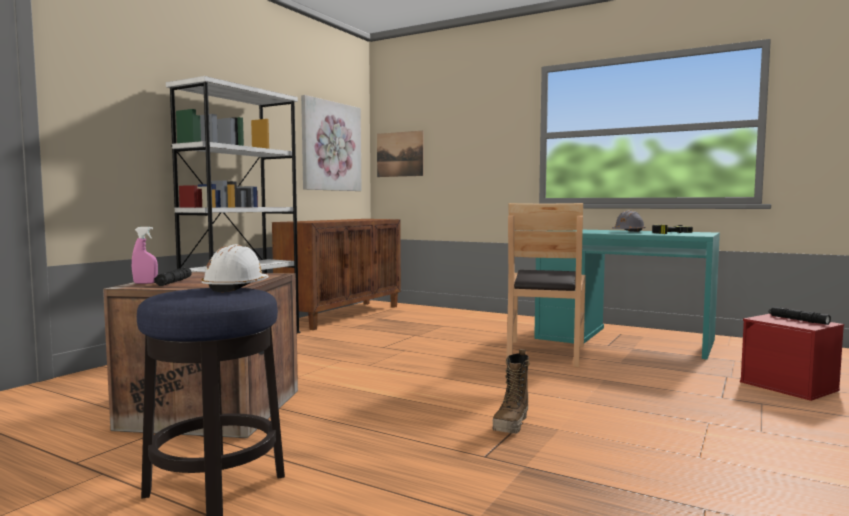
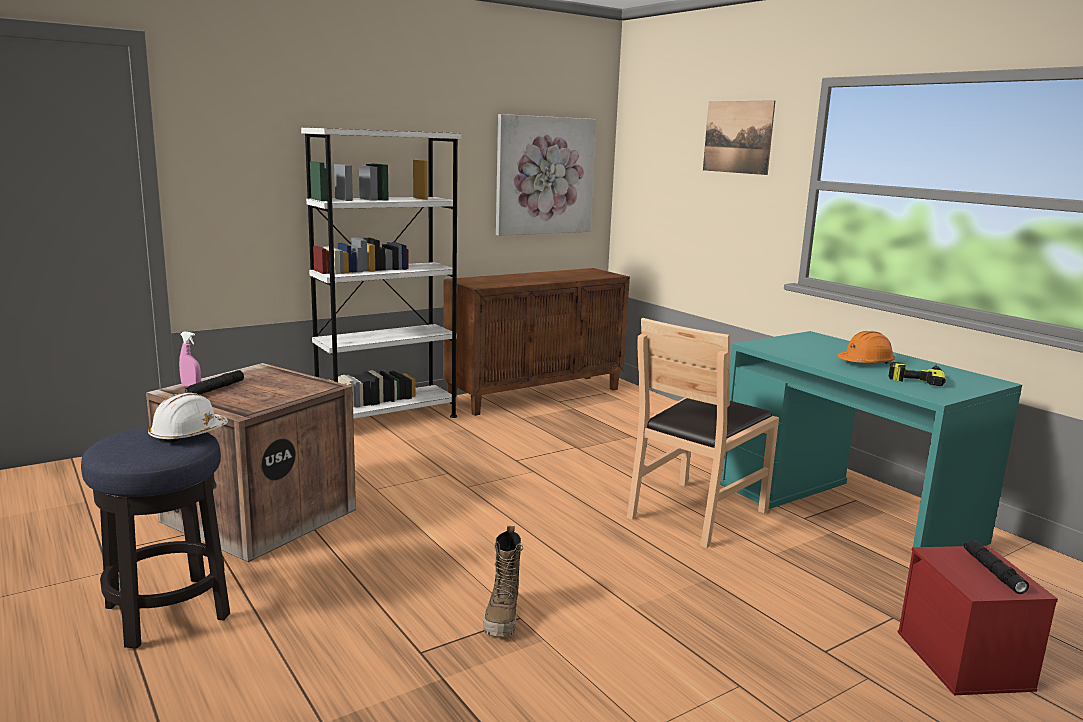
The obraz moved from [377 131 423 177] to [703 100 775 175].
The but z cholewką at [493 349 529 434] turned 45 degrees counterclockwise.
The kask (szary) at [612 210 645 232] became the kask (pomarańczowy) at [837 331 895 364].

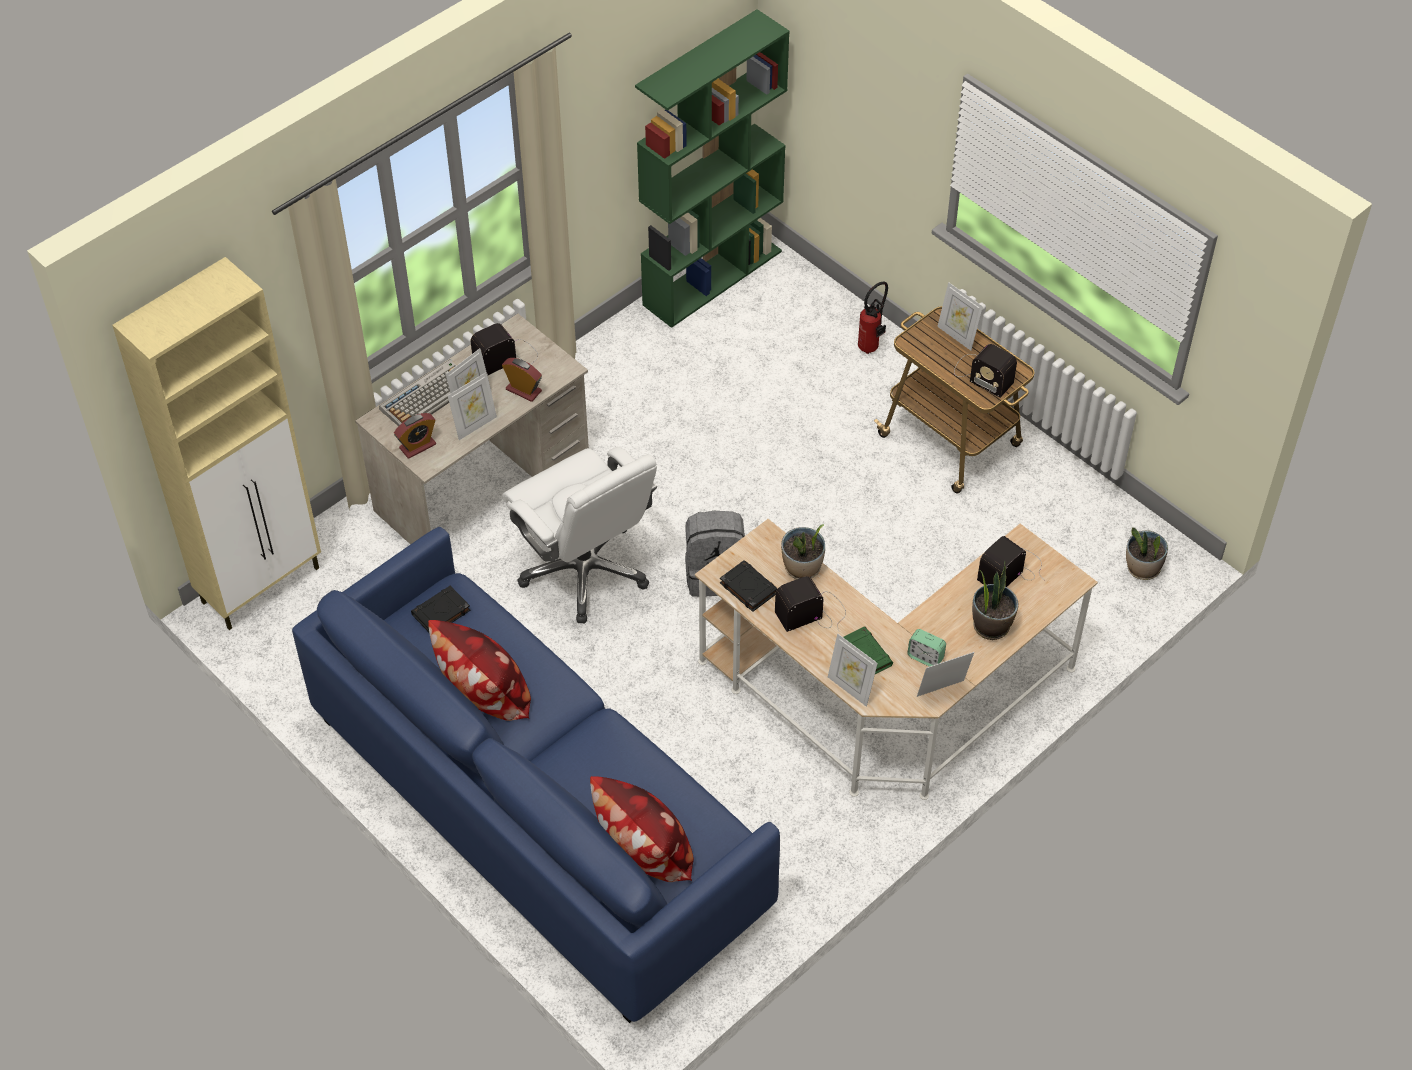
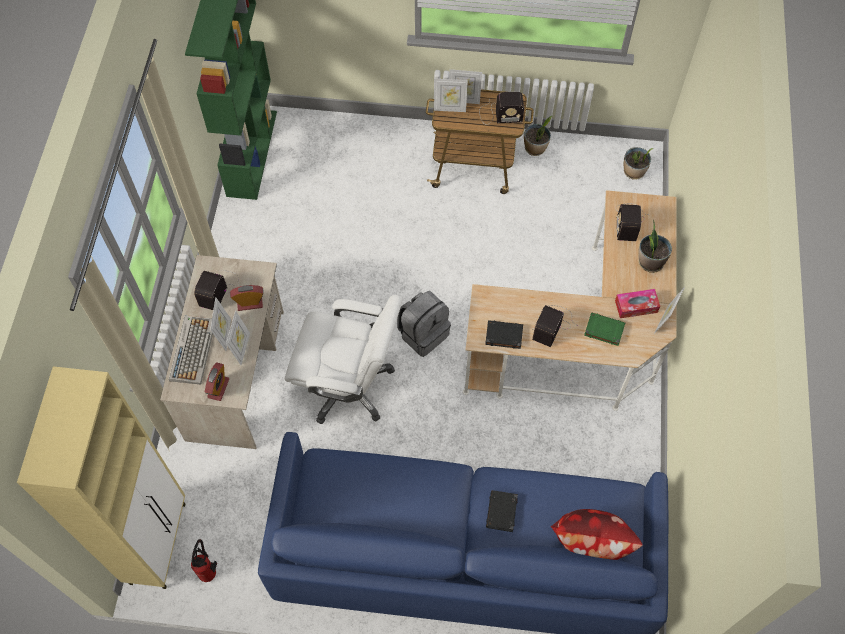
The książka (czarny) moved from [411 586 471 632] to [486 490 518 532].
The poduszka at [428 620 531 721] disappeared.
The roślina doniczkowa moved from [781 525 825 579] to [524 116 552 156].
The ramka na zdjęcie moved from [828 634 878 707] to [434 79 468 112].
The gaśnica moved from [858 282 888 354] to [191 539 217 582].
The budzik at [907 629 946 667] was replaced by the pudełko chusteczek at [615 289 660 318].

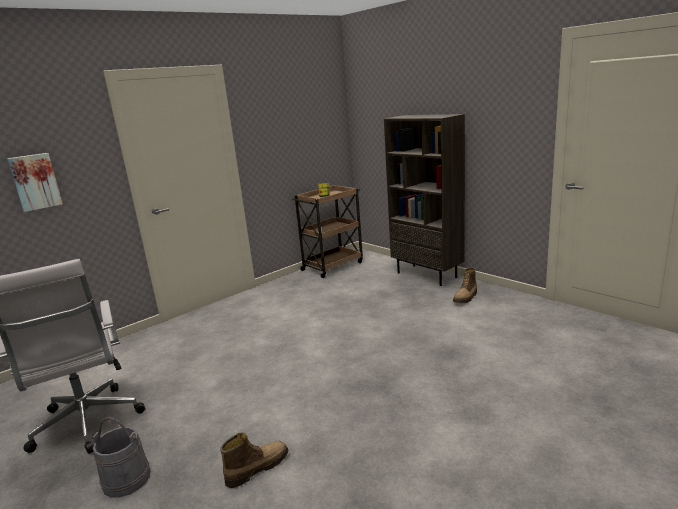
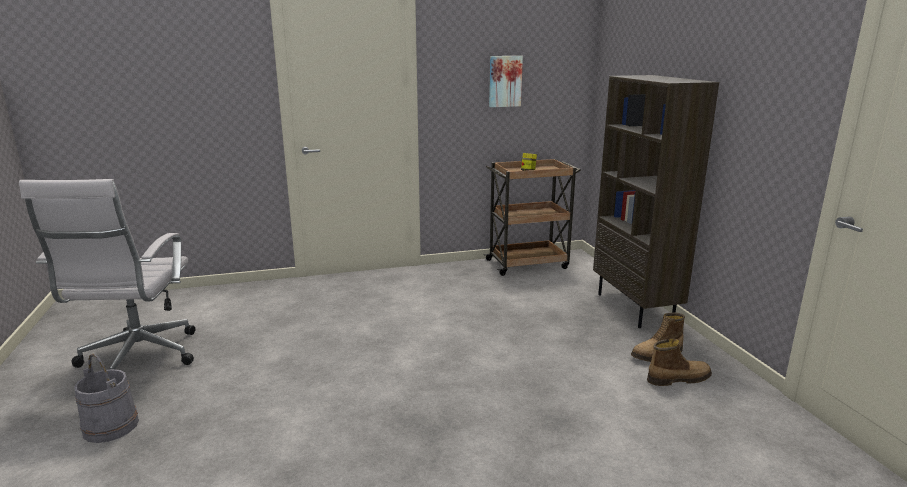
The obraz moved from [7 153 63 212] to [489 56 523 107].
The but z cholewką moved from [220 433 288 488] to [647 339 712 386].

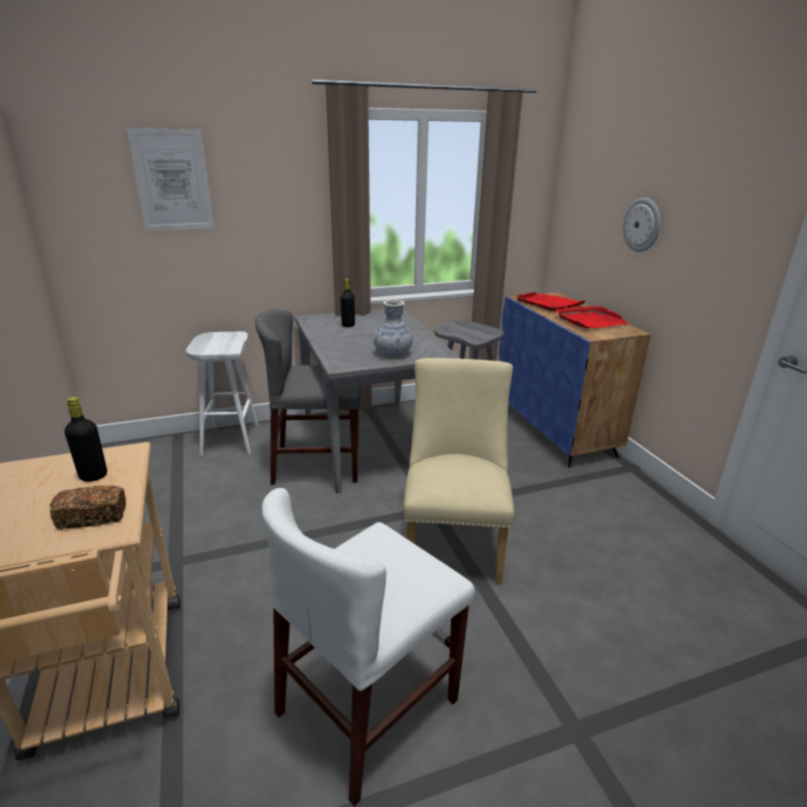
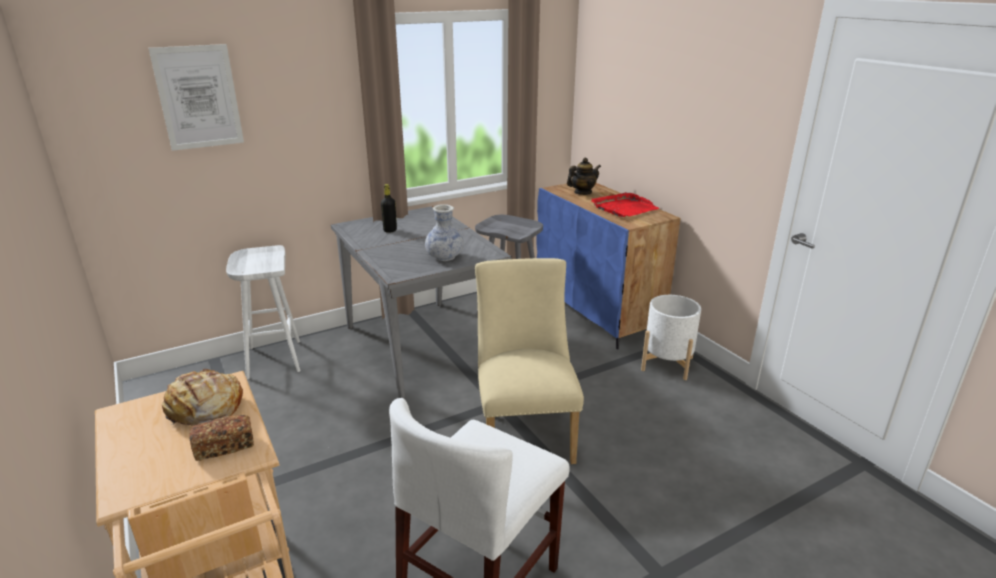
The butelka (czarny) at [65 397 107 482] was replaced by the chleb at [162 369 243 426].
The krzesło (szary) at [255 309 361 485] disappeared.
The taca (czerwony) at [516 292 588 311] was replaced by the imbryk at [567 158 601 195].
The zegar ścienny at [623 198 661 252] disappeared.
The donica (biały) at [641 295 701 380] appeared.

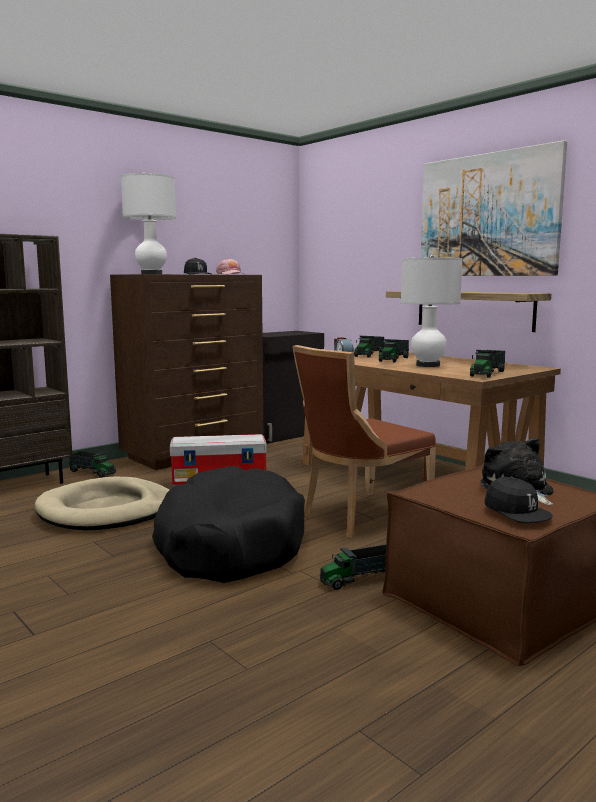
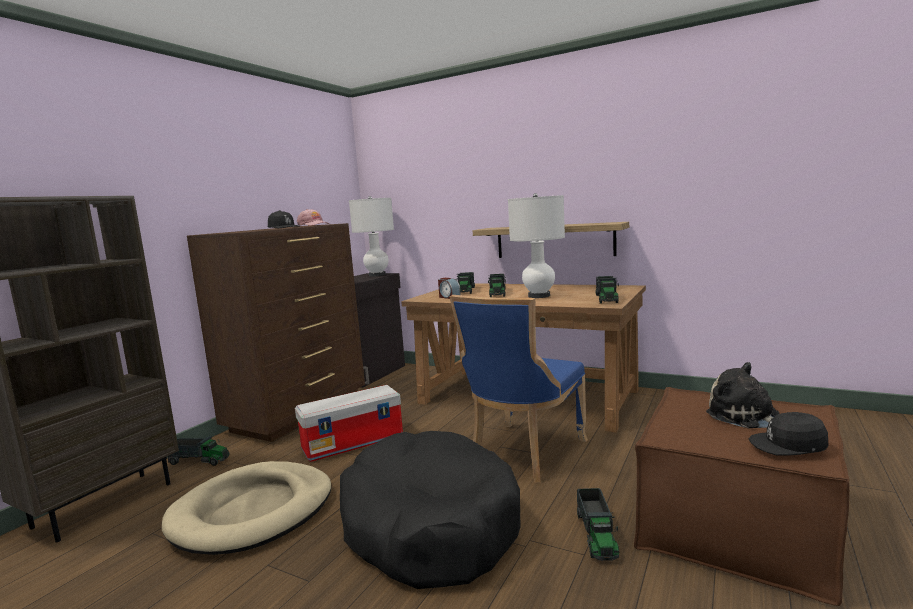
The lampa stołowa (biały) moved from [121 173 176 274] to [349 196 394 276].
The krzesło (brązowy) at [292 345 436 537] became the krzesło (niebieski) at [450 295 588 483].
The ciężarówka zabawkowa at [320 545 386 590] turned 45 degrees counterclockwise.
The obraz at [421 141 567 276] disappeared.
The czapka z daszkiem (czarny) at [484 477 553 523] turned 150 degrees clockwise.

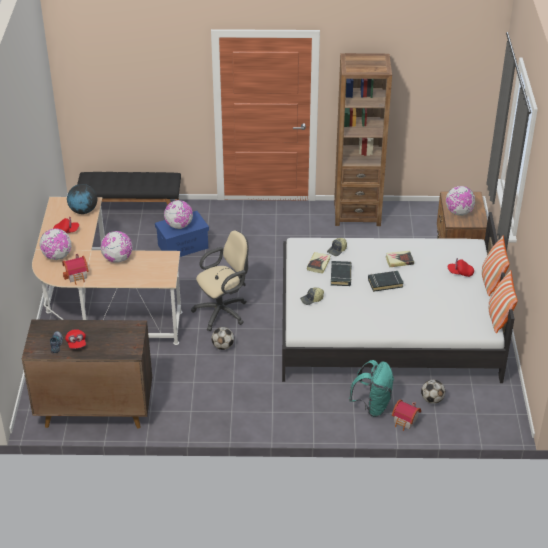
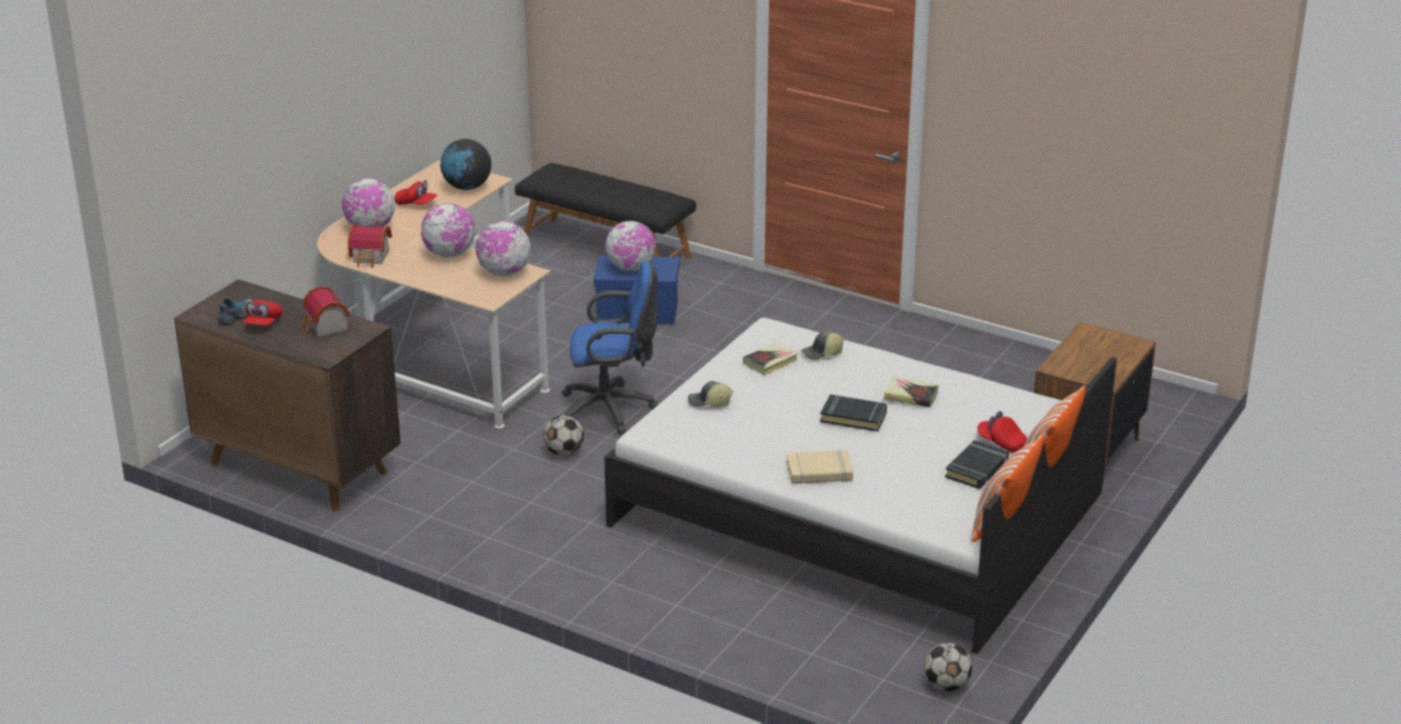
The krzesło biurowe (beżowy) at [191 231 248 331] became the krzesło biurowe (niebieski) at [561 261 658 434].
The książka (czarny) moved from [331 261 352 286] to [945 440 1009 489].
The regał (brązowy) at [334 53 392 226] disappeared.
The plecak (turkusowy) at [349 360 394 417] disappeared.
The domek moved from [392 400 421 431] to [301 286 350 337].
The piłka futbolowa moved from [421 380 445 404] to [924 642 972 691].
The globus moved from [446 186 475 216] to [476 221 531 276].
The książka (beżowy) at [787 450 853 484] appeared.

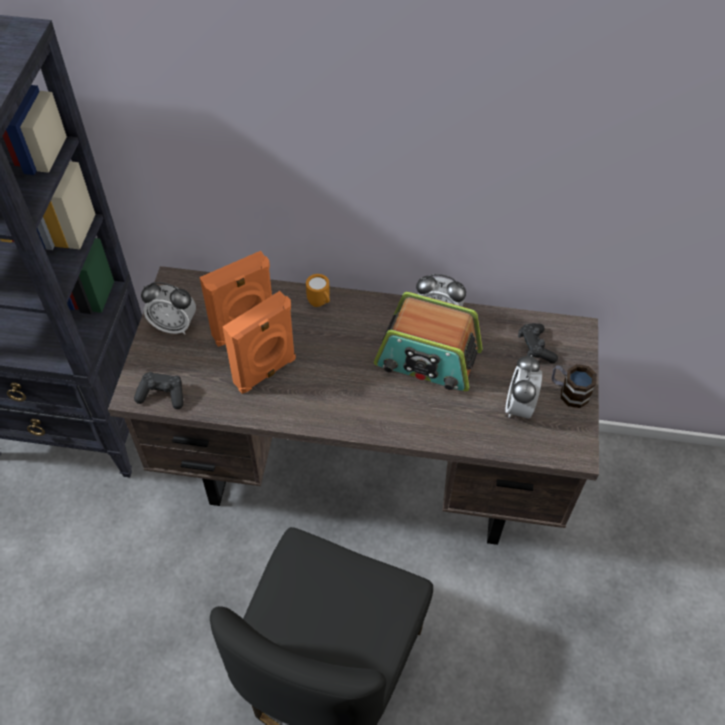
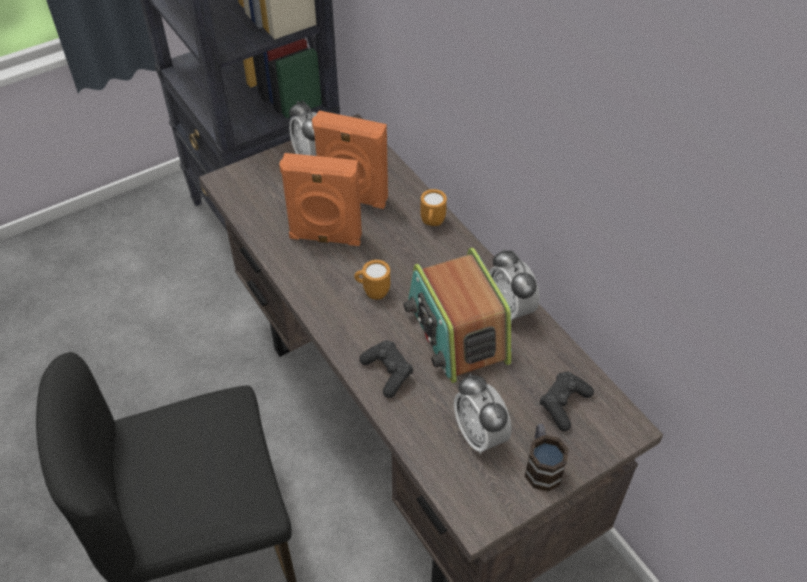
The pad do gier (czarny) moved from [134 372 183 409] to [359 340 413 398].
The budzik at [505 355 542 419] turned 90 degrees counterclockwise.
The kubek (pomarańczowy) at [354 260 390 300] appeared.

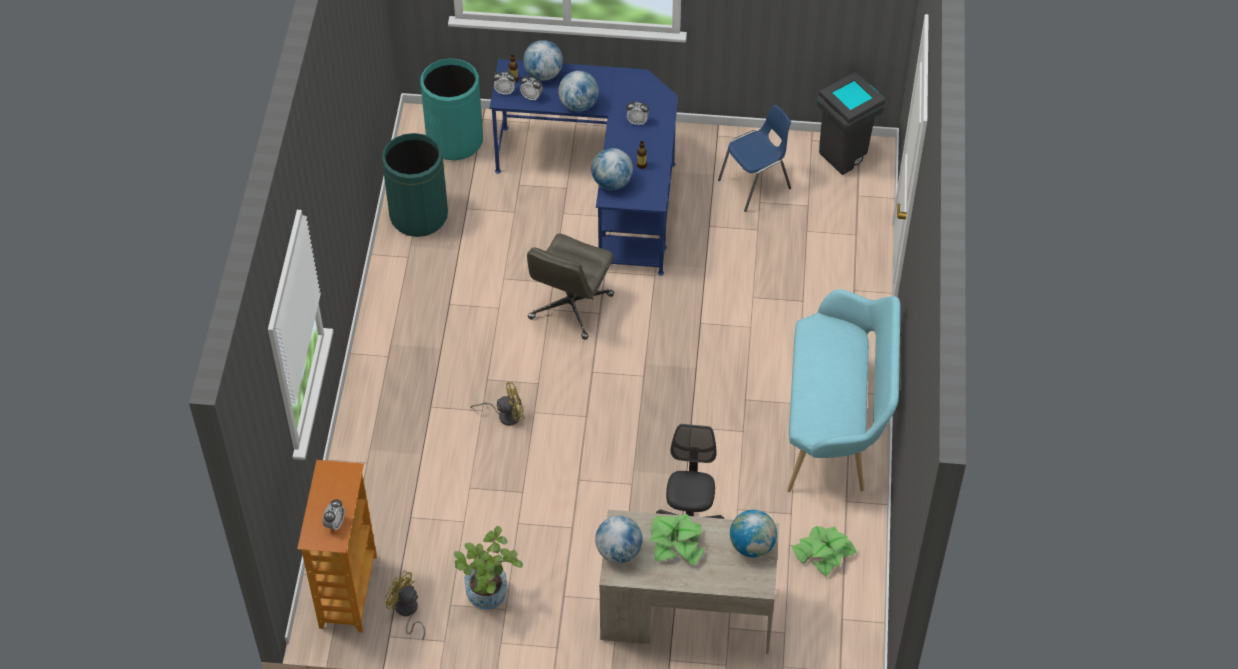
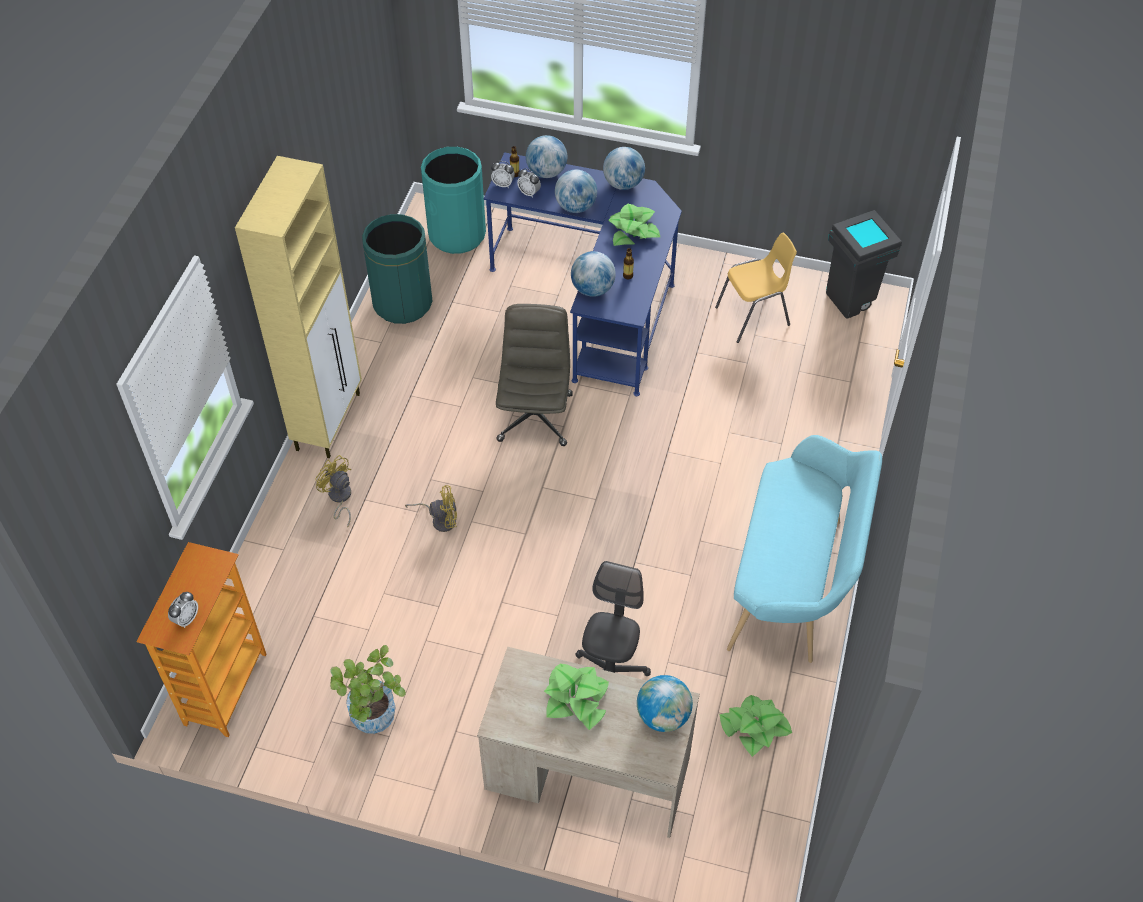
The wentylator (żółty) moved from [385 570 425 641] to [315 455 351 527].
The krzesło biurowe (szary) at [527 234 614 340] turned 150 degrees clockwise.
The globus moved from [595 516 643 563] to [603 147 645 190].
The budzik at [627 101 649 125] was replaced by the roślina doniczkowa at [608 204 660 246].
The krzesło (niebieski) at [718 105 791 212] became the krzesło (żółty) at [715 233 797 343].
The szafka (beżowy) at [235 156 362 458] appeared.

